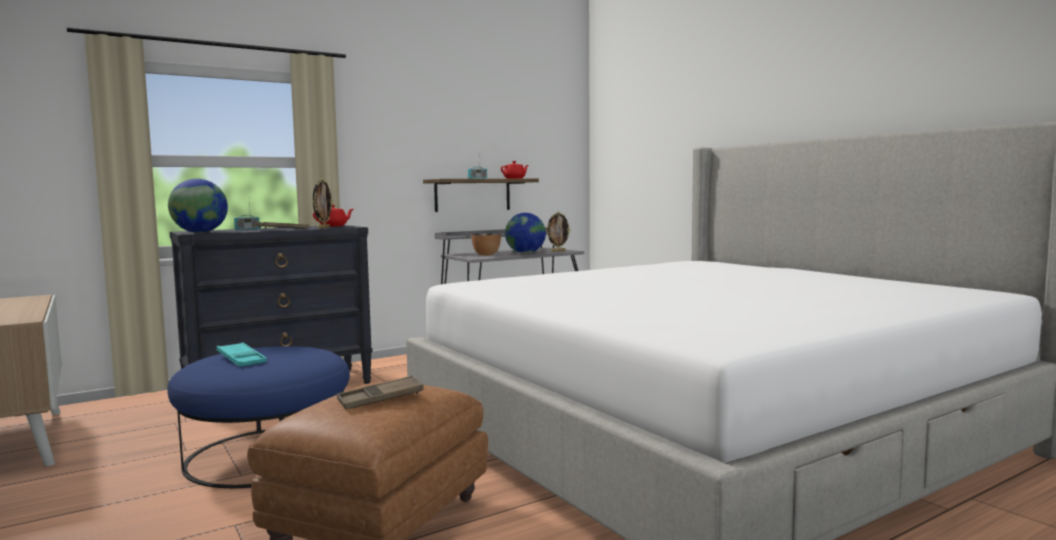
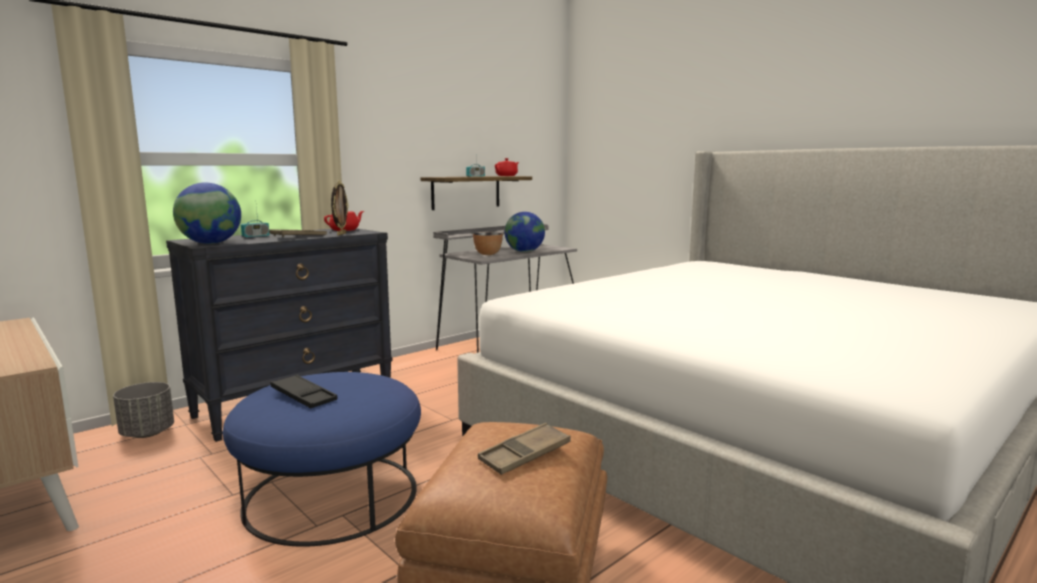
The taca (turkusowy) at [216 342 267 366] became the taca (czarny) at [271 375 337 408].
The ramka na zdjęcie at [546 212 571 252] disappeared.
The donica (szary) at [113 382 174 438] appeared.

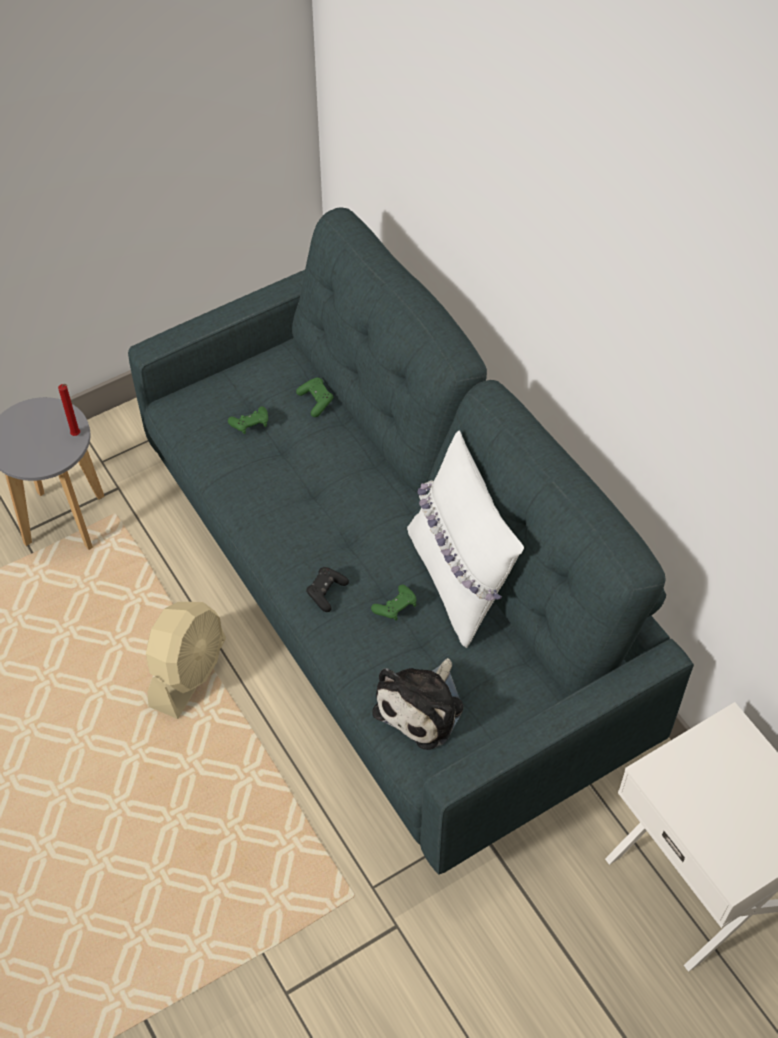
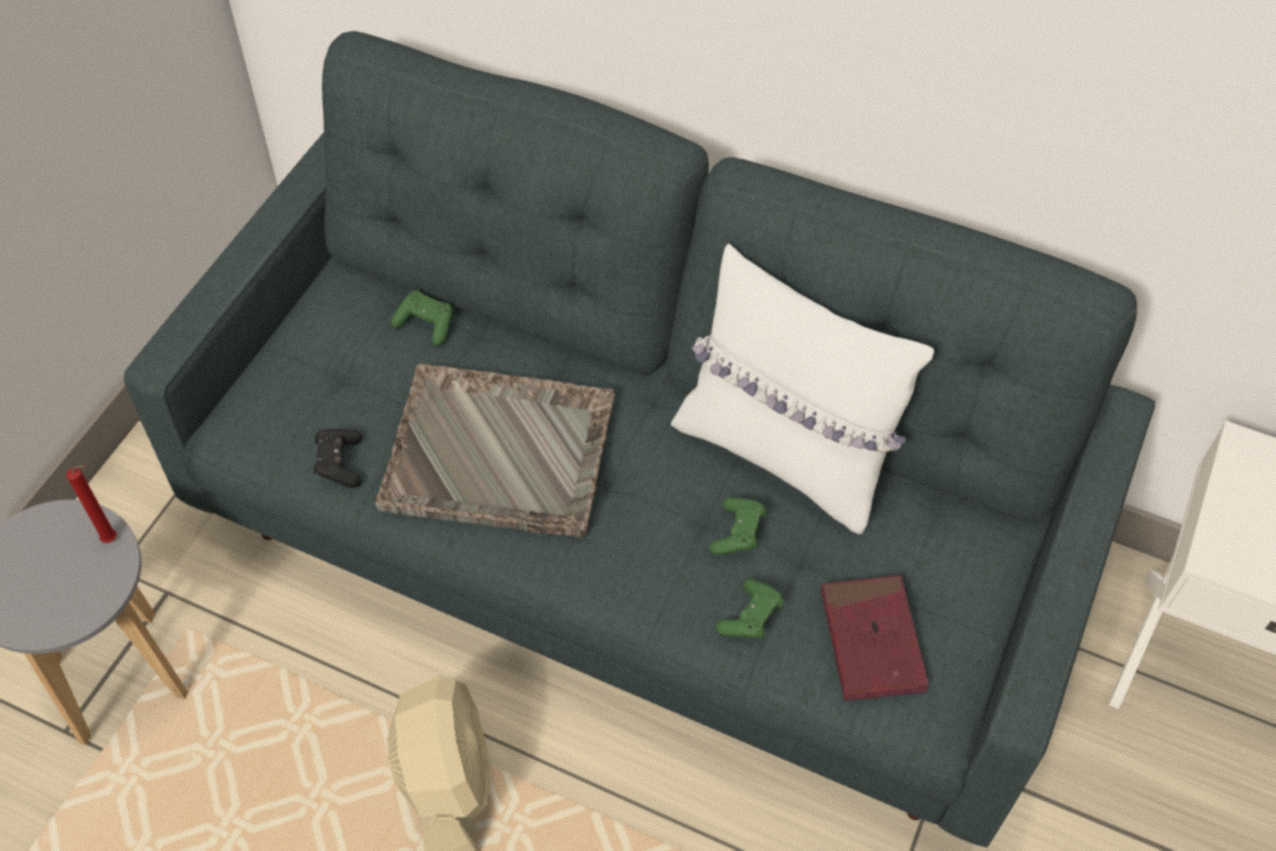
The pad do gier (zielony) moved from [228 406 268 434] to [715 579 783 639].
The pad do gier (czarny) moved from [306 567 349 612] to [314 429 362 488].
The pluszak at [372 658 464 750] was replaced by the książka (czerwony) at [821 575 929 701].
The taca (szary) at [375 364 615 538] appeared.

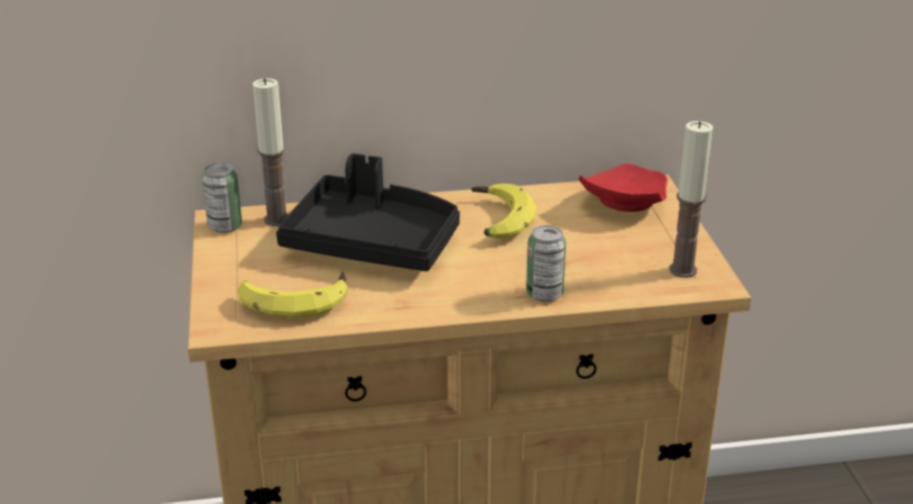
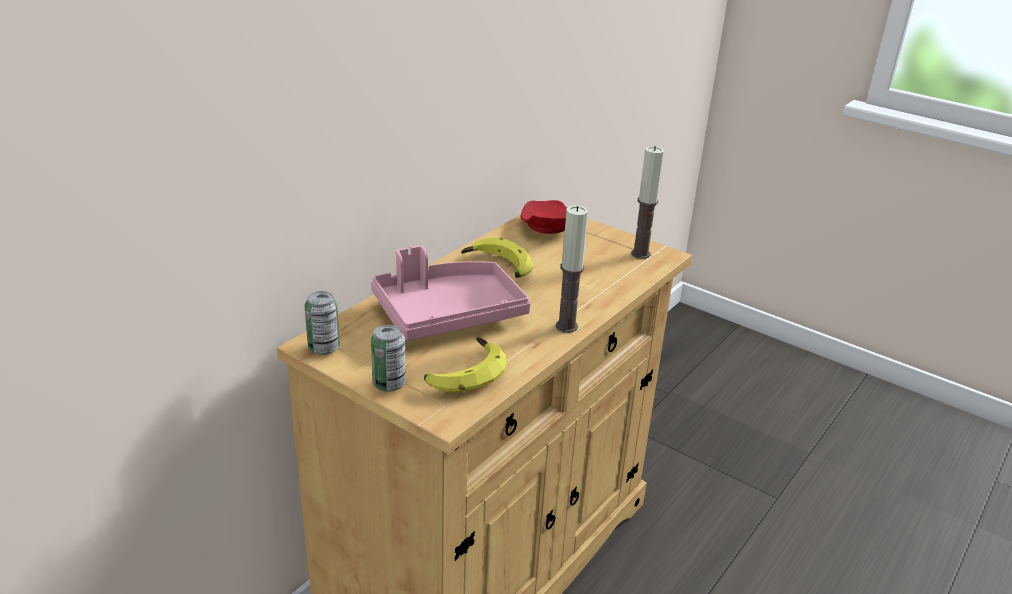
The świeca moved from [253 78 288 226] to [556 205 589 333].
The taca (czarny) at [276 153 460 271] became the taca (różowy) at [371 246 531 341].
The puszka moved from [526 225 566 302] to [371 325 406 392].

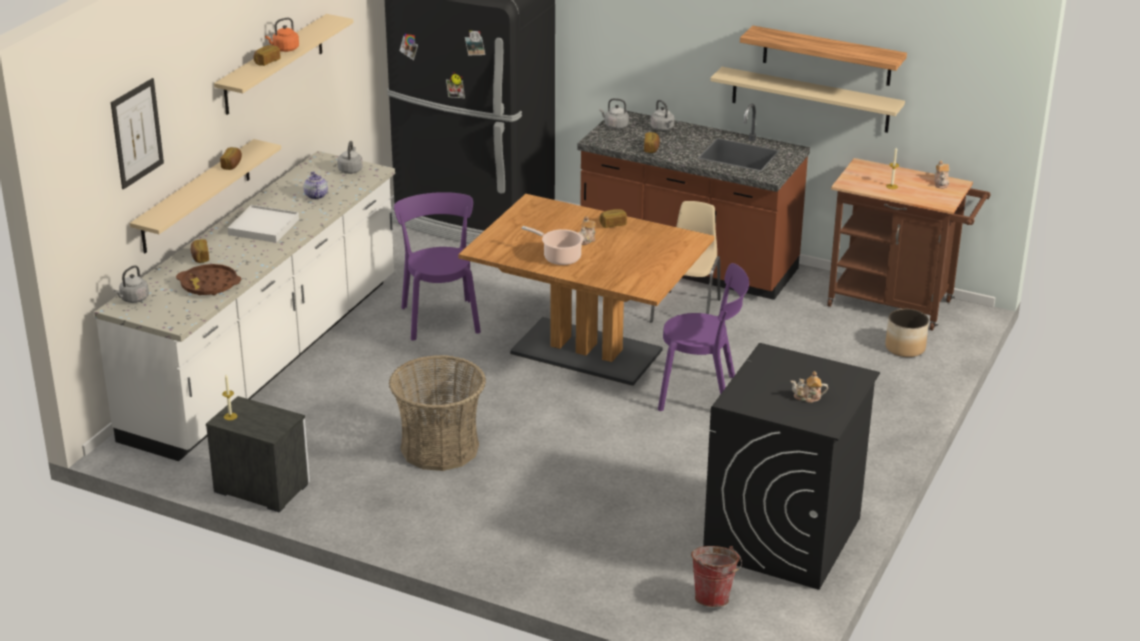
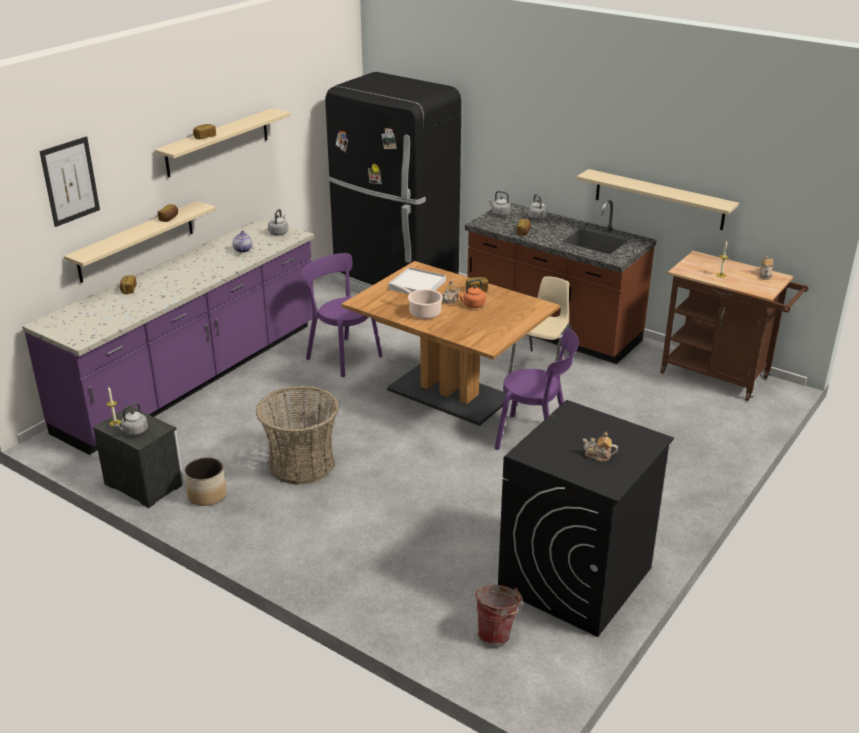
The zabudowa kuchenna (biały) at [94 151 395 461] became the zabudowa kuchenna (fioletowy) at [22 218 314 455].
The czajnik (szary) moved from [114 265 149 303] to [114 403 148 436].
The taca (brązowy) at [176 264 241 295] disappeared.
The taca (biały) moved from [228 205 299 243] to [388 267 446 294].
The czajnik (pomarańczowy) moved from [265 18 299 52] to [457 279 486 308].
The krzesło (fioletowy) at [394 192 481 341] turned 45 degrees counterclockwise.
The półka at [740 26 907 86] disappeared.
The donica moved from [885 309 929 357] to [184 457 227 506].

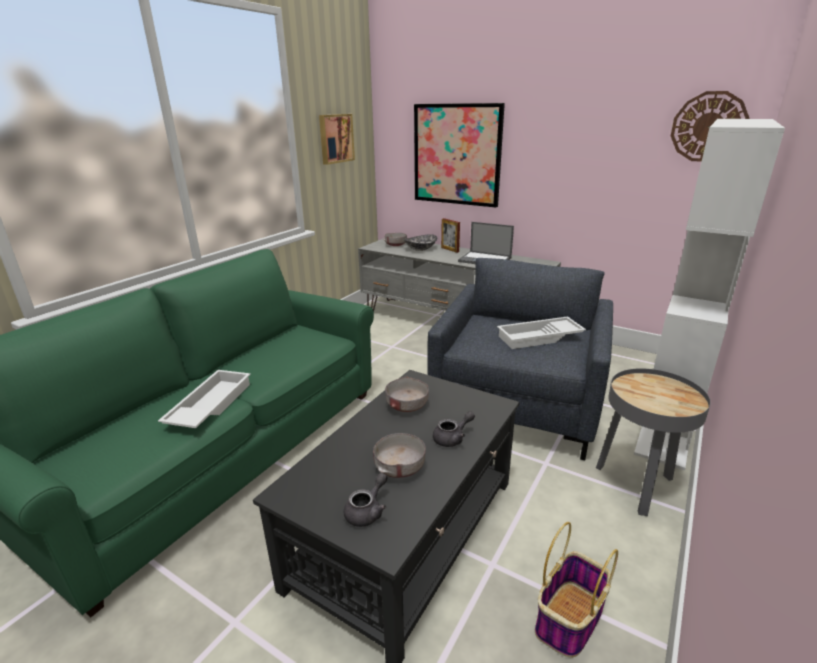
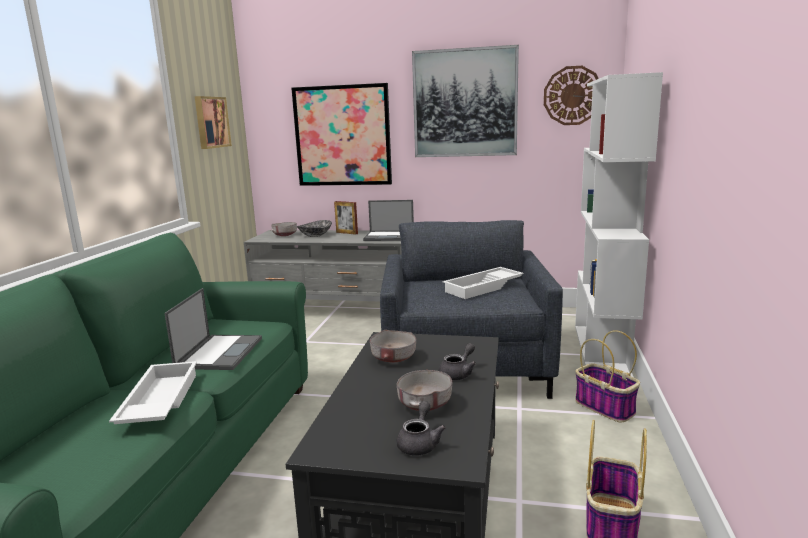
The stolik (szary) at [596 368 711 516] was replaced by the koszyk at [575 330 640 423].
The laptop at [164 288 262 370] appeared.
The obraz at [412 45 519 157] appeared.

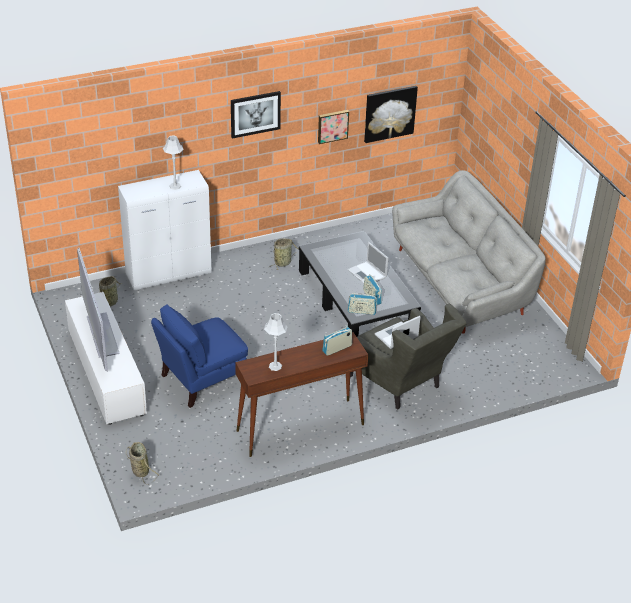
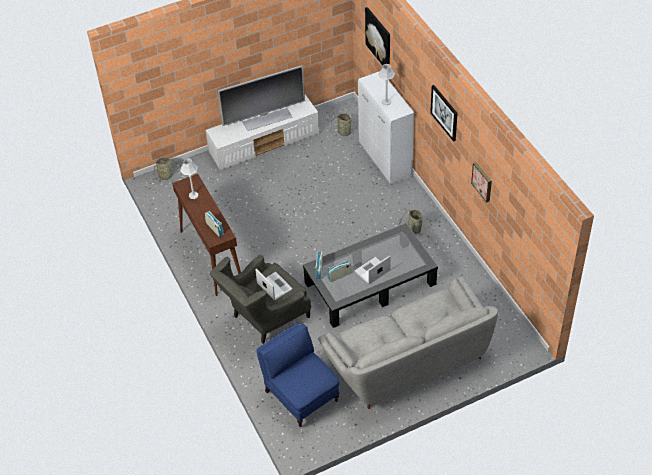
The fotel (niebieski) moved from [151 304 248 408] to [256 323 340 427].
The obraz moved from [364 86 418 143] to [365 7 390 66].

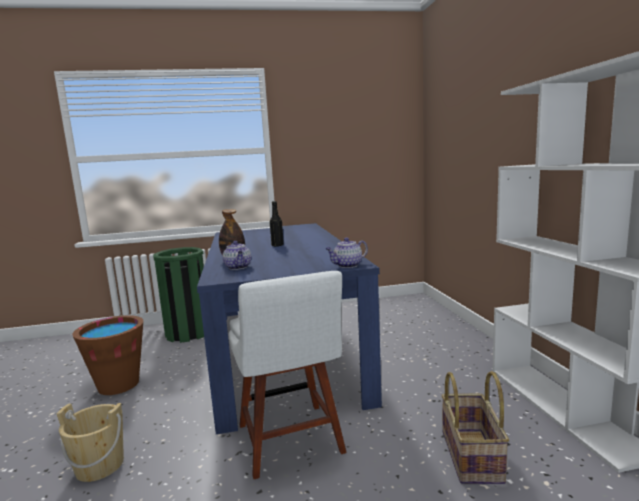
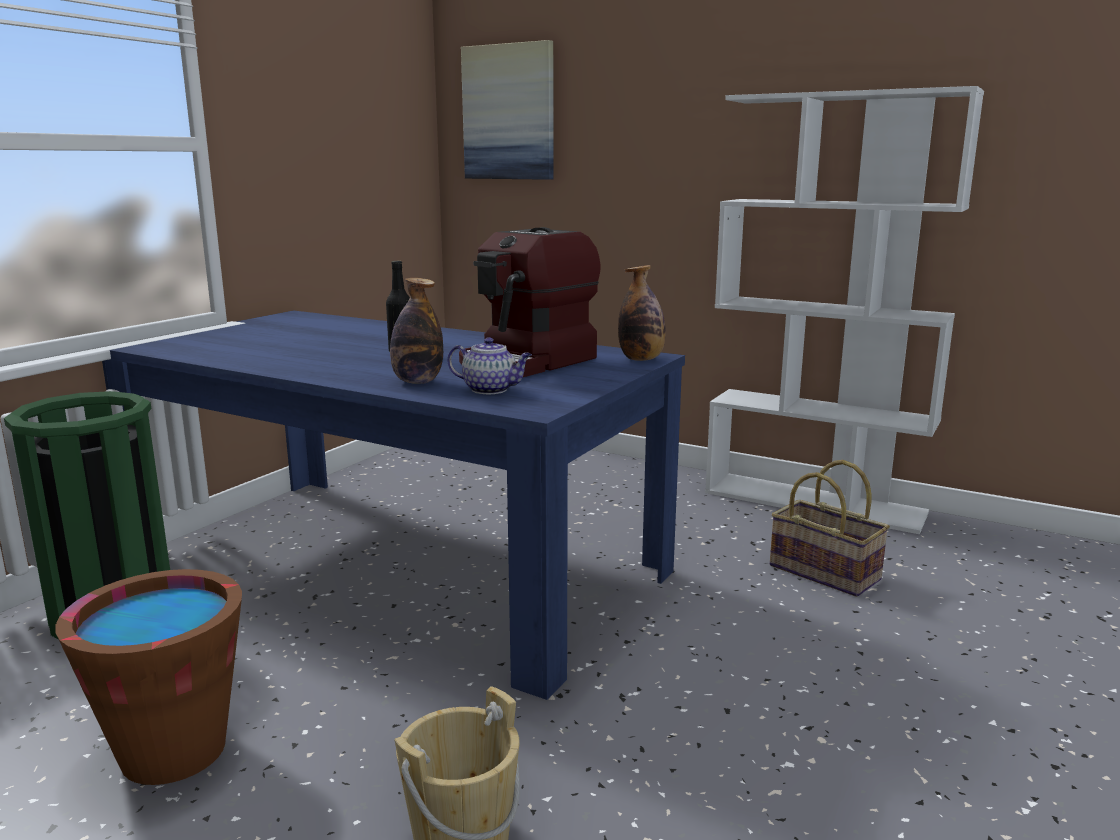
The krzesło (biały) at [229 271 347 479] disappeared.
The imbryk at [326 238 368 268] was replaced by the butelka at [618 265 666 361].
The ekspres do kawy at [459 227 600 378] appeared.
The obraz at [461 40 554 180] appeared.

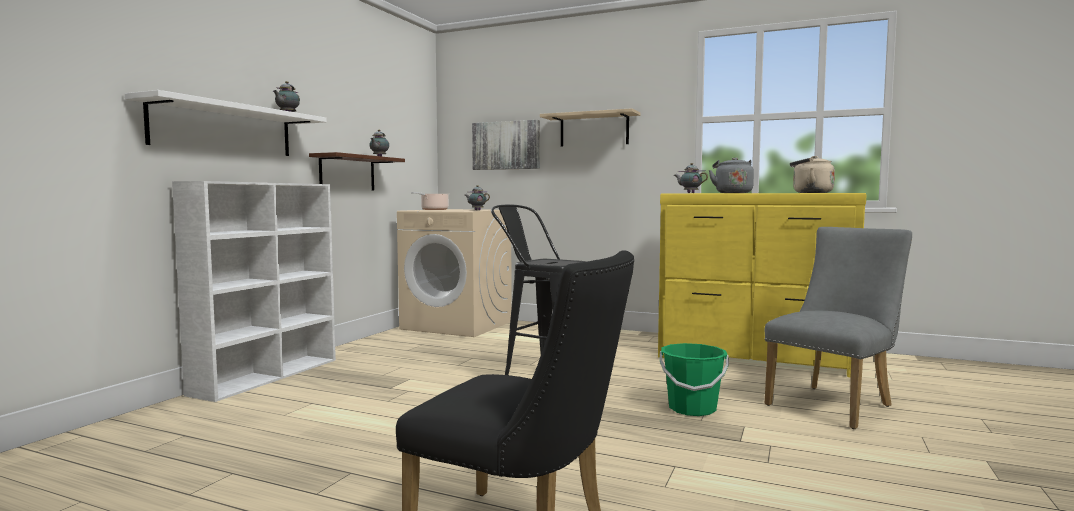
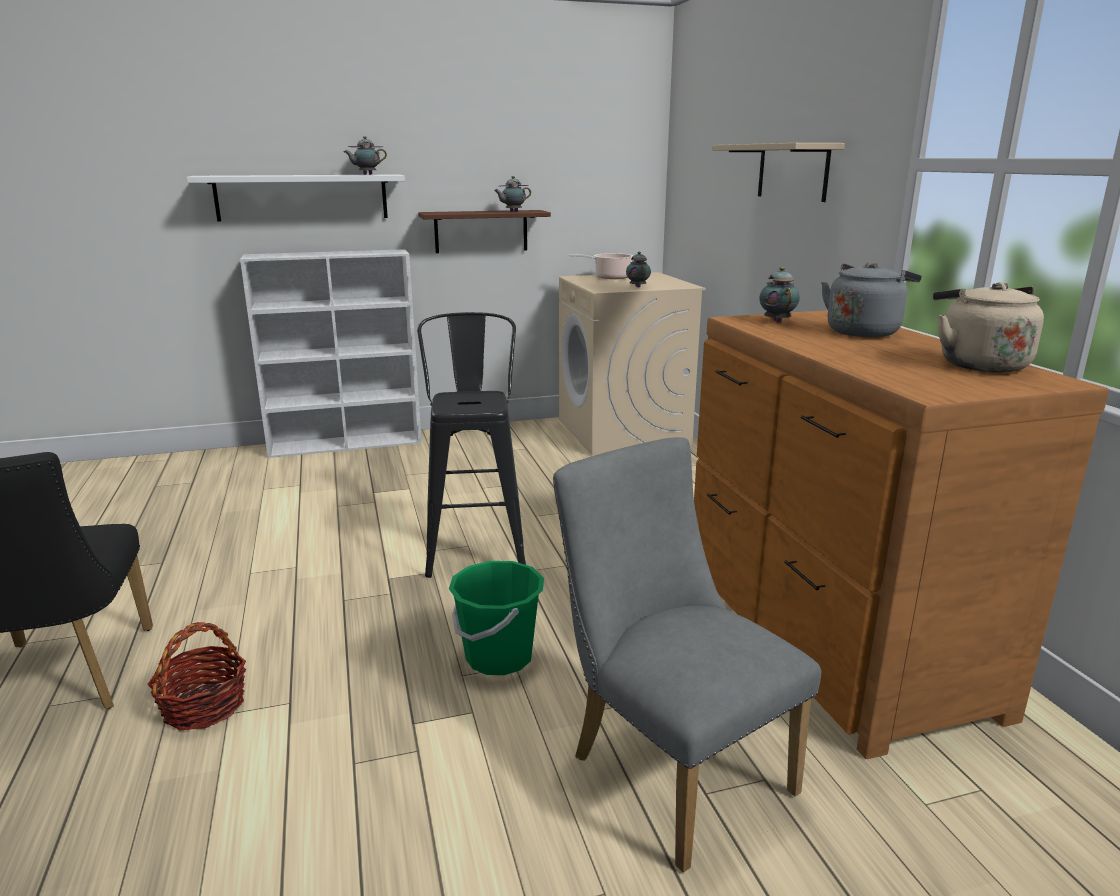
The obraz at [472 120 540 170] disappeared.
The komoda (żółty) at [658 193 867 377] became the komoda (brązowy) at [694 310 1109 759].
The krzesło (szary) at [765 227 912 429] turned 135 degrees counterclockwise.
The koszyk at [147 622 246 731] appeared.

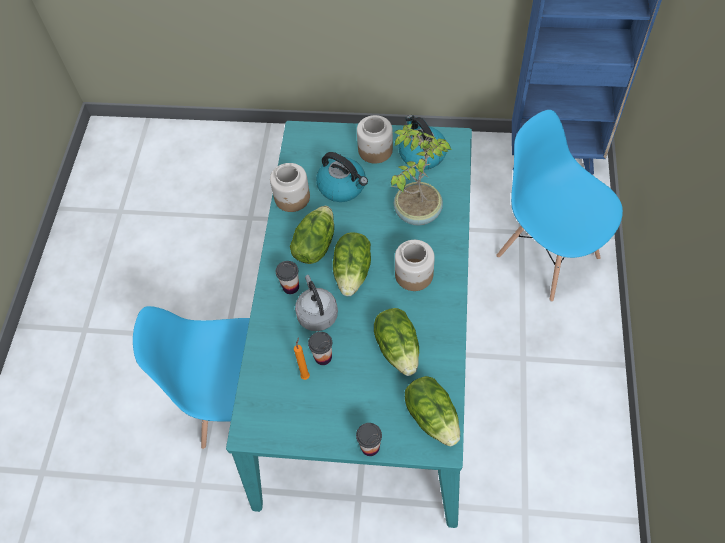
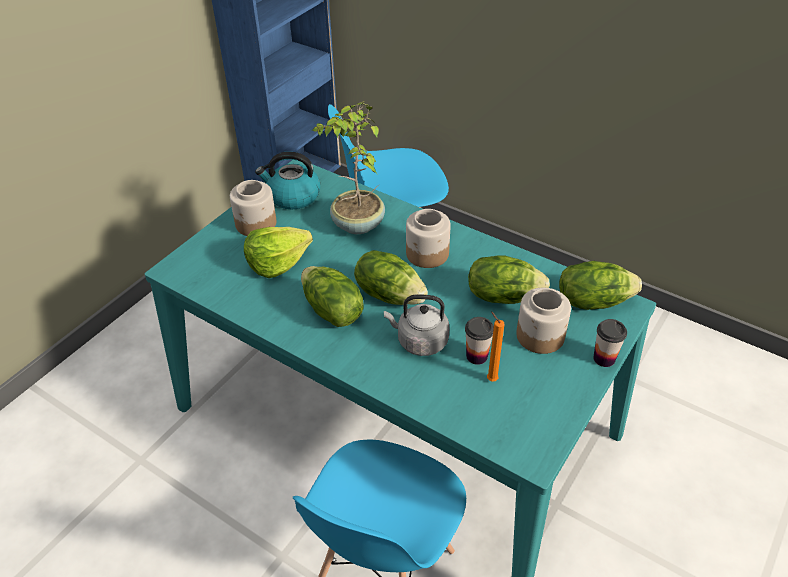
The słoik moved from [270 163 310 212] to [516 288 571 354].
The filiżanka at [276 261 299 294] disappeared.
The czajnik at [316 152 368 202] was replaced by the sałata at [244 227 313 278].

